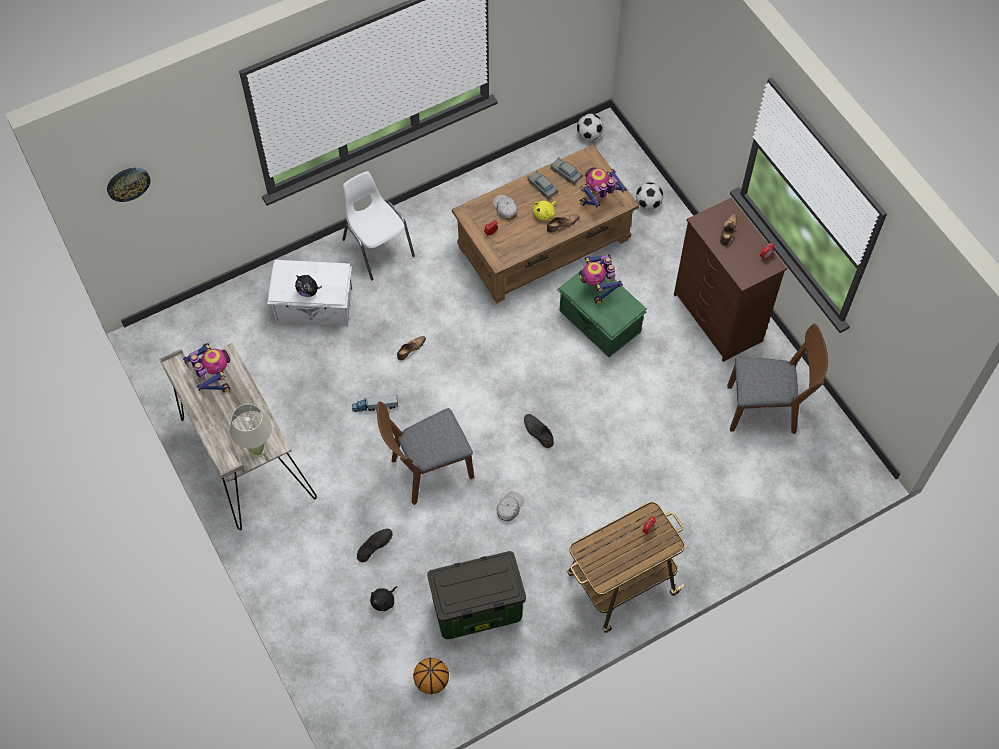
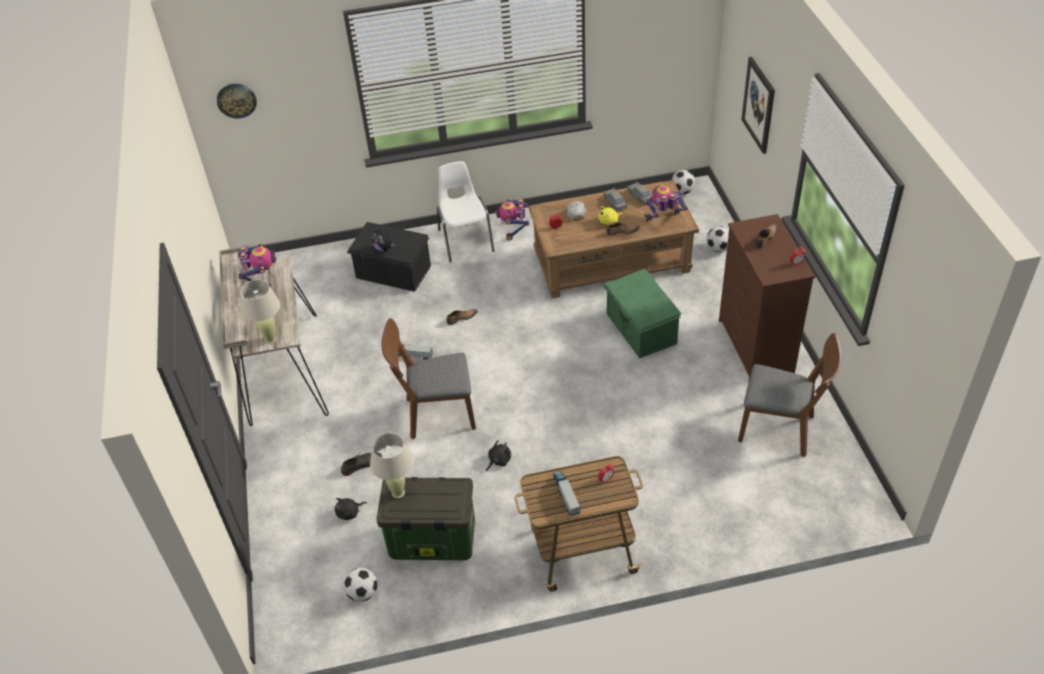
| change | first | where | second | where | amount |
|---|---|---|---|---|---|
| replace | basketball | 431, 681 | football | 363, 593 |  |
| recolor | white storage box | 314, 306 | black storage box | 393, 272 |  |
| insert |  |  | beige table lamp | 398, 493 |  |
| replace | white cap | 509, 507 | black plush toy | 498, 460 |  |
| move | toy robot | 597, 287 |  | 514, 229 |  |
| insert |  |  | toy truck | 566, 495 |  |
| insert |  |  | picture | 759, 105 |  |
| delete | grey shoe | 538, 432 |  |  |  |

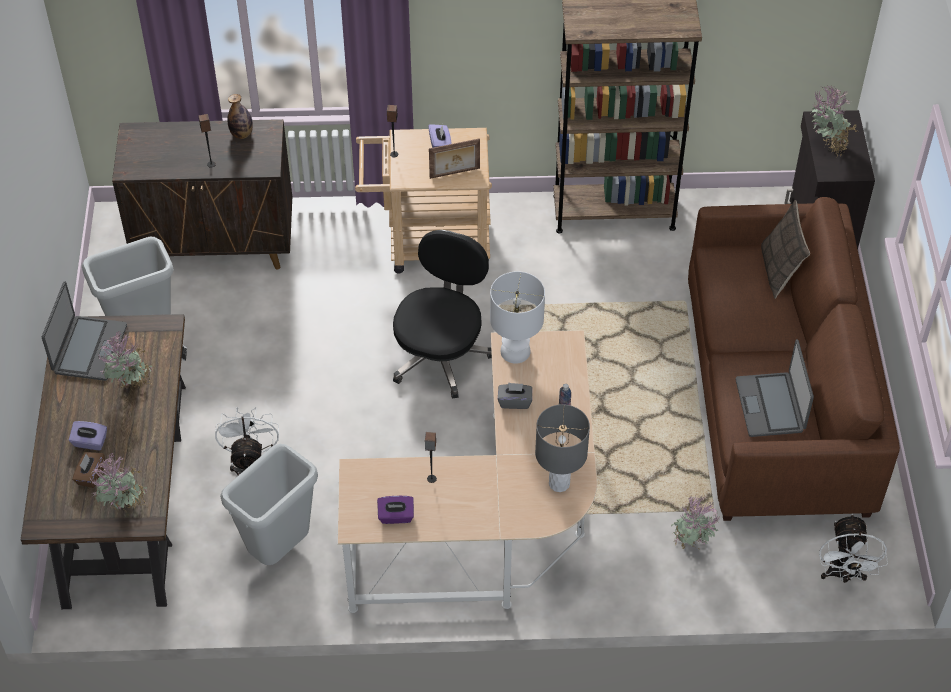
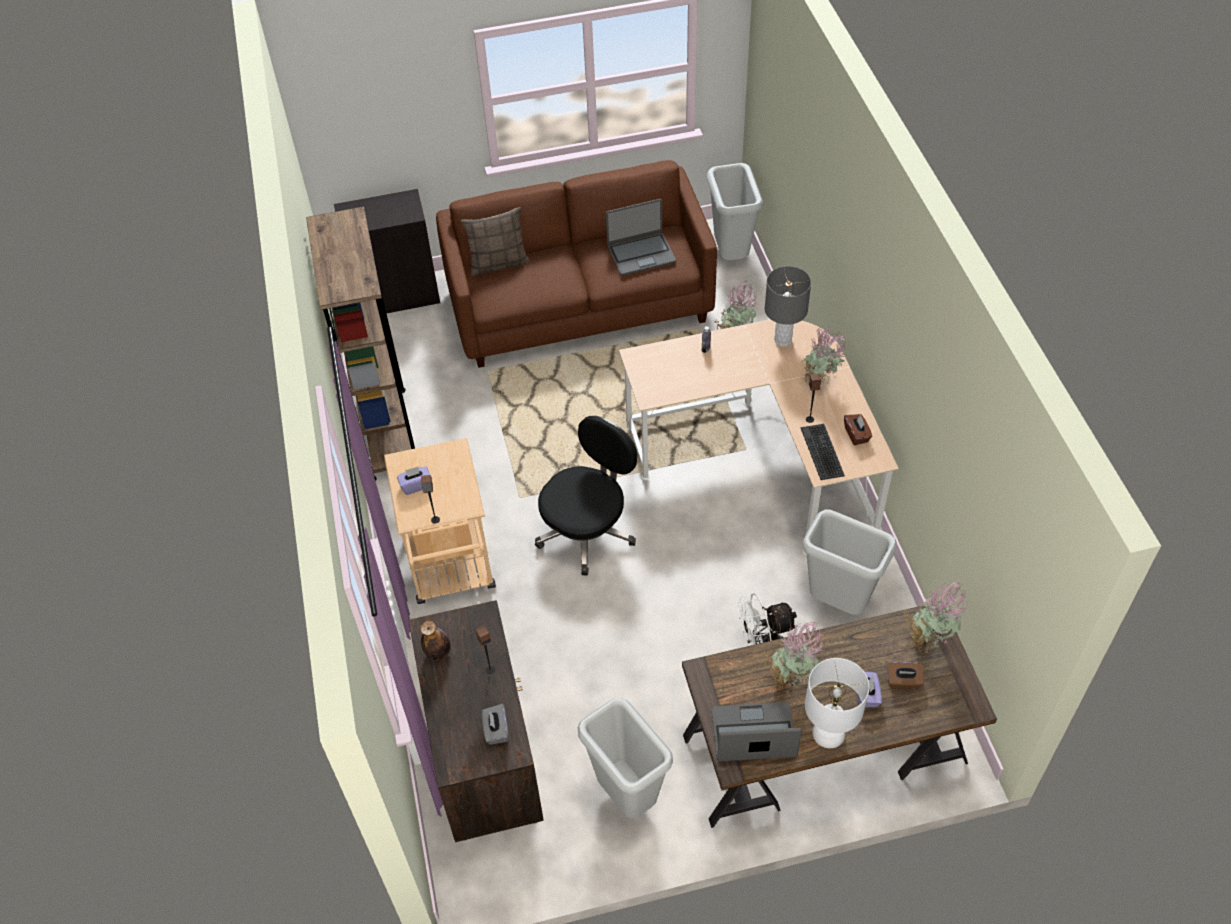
| change | first | where | second | where | amount |
|---|---|---|---|---|---|
| move | grey tissue box | 514, 401 |  | 496, 730 |  |
| rotate | black office chair | 440, 354 |  | 588, 530 | 120 degrees clockwise |
| replace | white fan | 843, 575 | grey trash can | 730, 255 |  |
| move | potted plant | 826, 148 |  | 820, 382 |  |
| insert |  |  | keyboard | 822, 452 |  |
| move | white table lamp | 516, 351 |  | 828, 732 |  |
| recolor | purple tissue box | 396, 516 | brown tissue box | 856, 435 |  |
| delete | picture frame | 455, 173 |  |  |  |

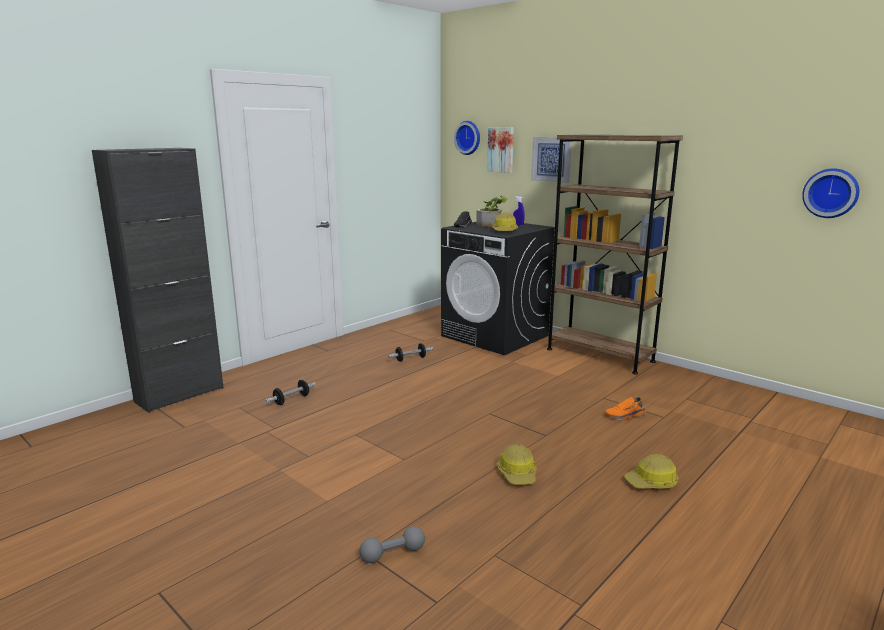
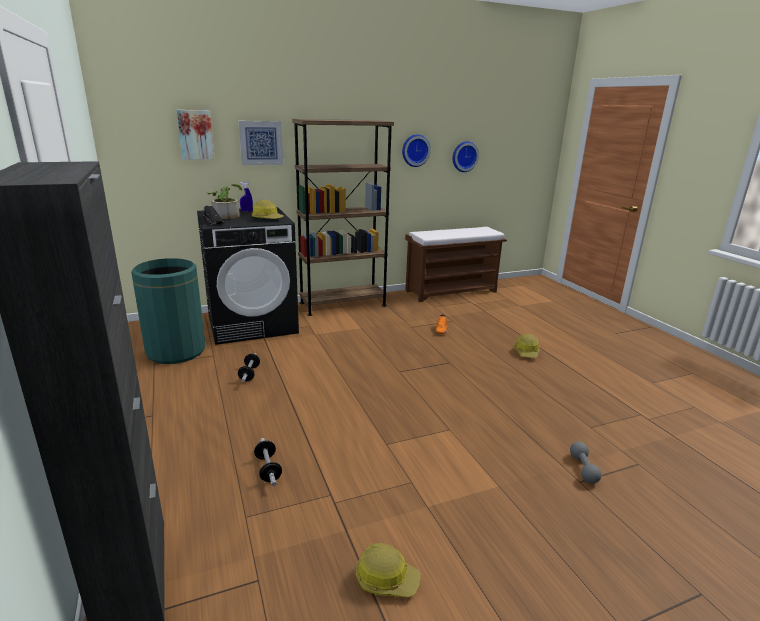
| change | first | where | second | where | amount |
|---|---|---|---|---|---|
| insert |  |  | green trash can | 176, 351 |  |
| move | hard hat | 518, 474 |  | 386, 578 |  |
| move | wall clock | 469, 137 |  | 415, 150 |  |
| insert |  |  | brown bench | 451, 291 |  |

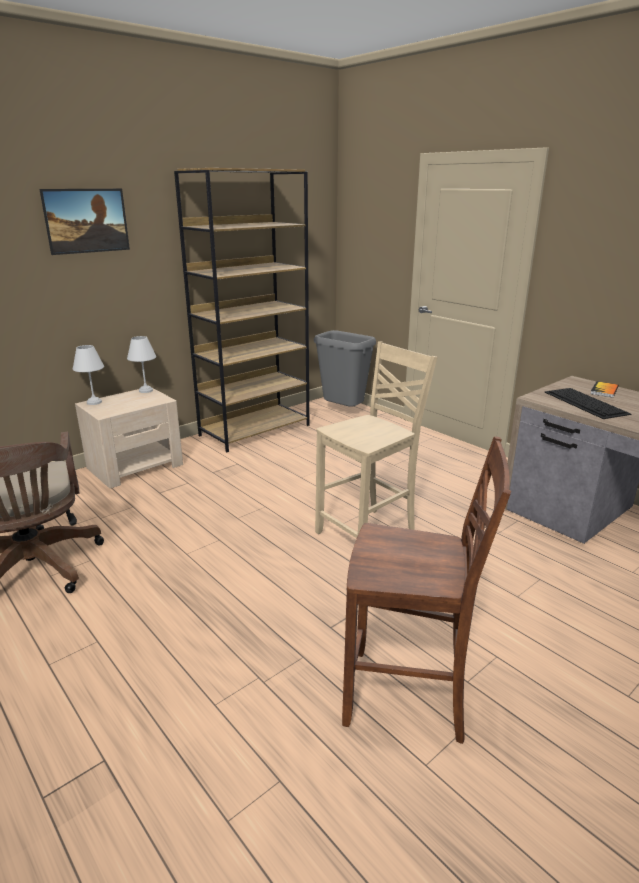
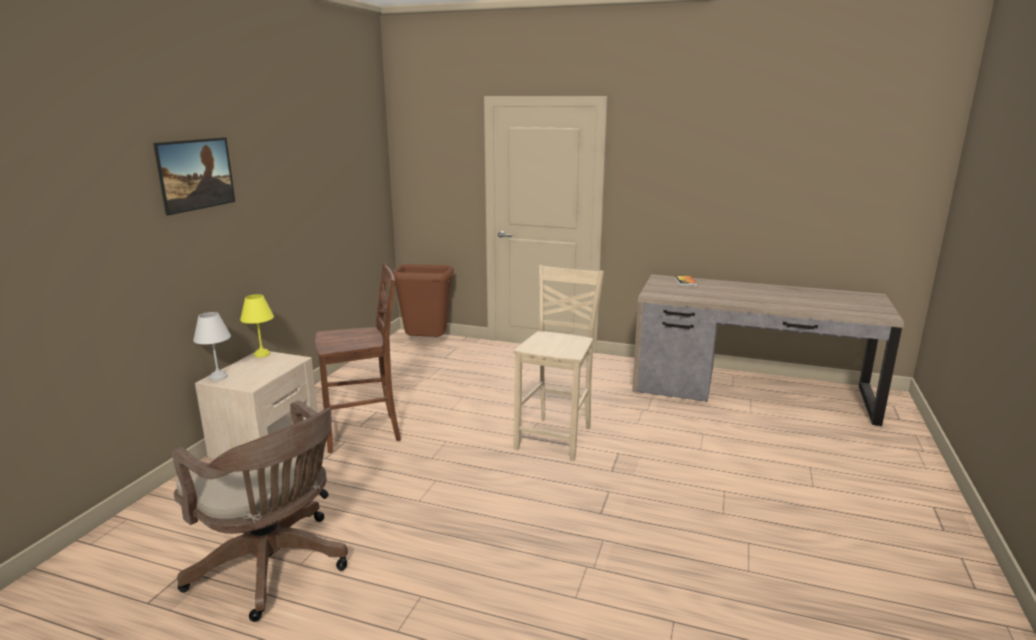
| change | first | where | second | where | amount |
|---|---|---|---|---|---|
| recolor | white table lamp | 146, 390 | yellow table lamp | 262, 354 |  |
| move | brown chair | 408, 698 |  | 364, 433 |  |
| recolor | grey trash can | 344, 411 | brown trash can | 427, 343 |  |
| delete | brown bookcase | 255, 430 |  |  |  |
| delete | keyboard | 586, 403 |  |  |  |

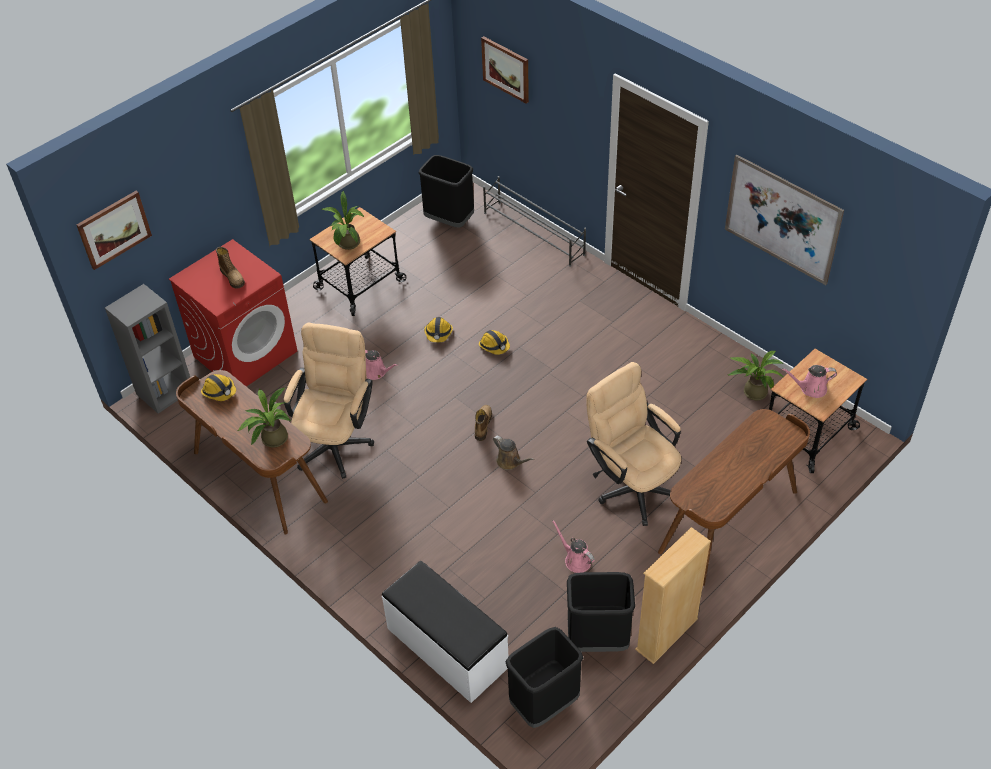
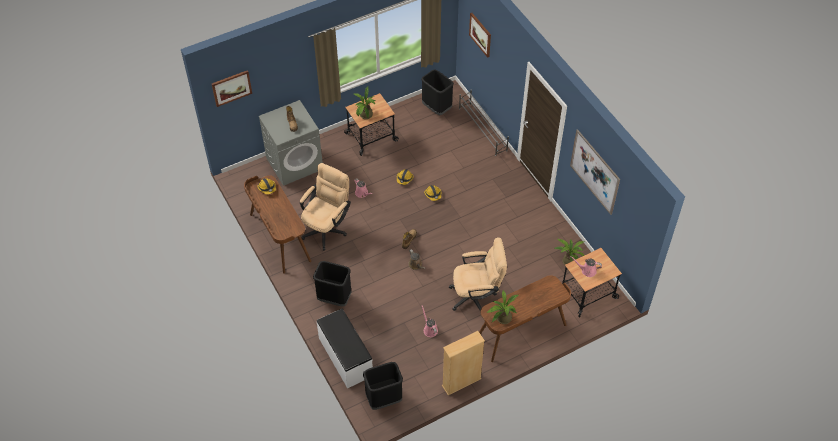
| change | first | where | second | where | amount |
|---|---|---|---|---|---|
| recolor | red washing machine | 245, 353 | grey washing machine | 294, 163 |  |
| move | black trash can | 598, 639 |  | 334, 298 |  |
| rotate | beige office chair | 632, 484 |  | 477, 296 | 105 degrees clockwise |
| move | potted plant | 271, 439 |  | 502, 318 |  |
| delete | grey bookcase | 165, 391 |  |  |  |

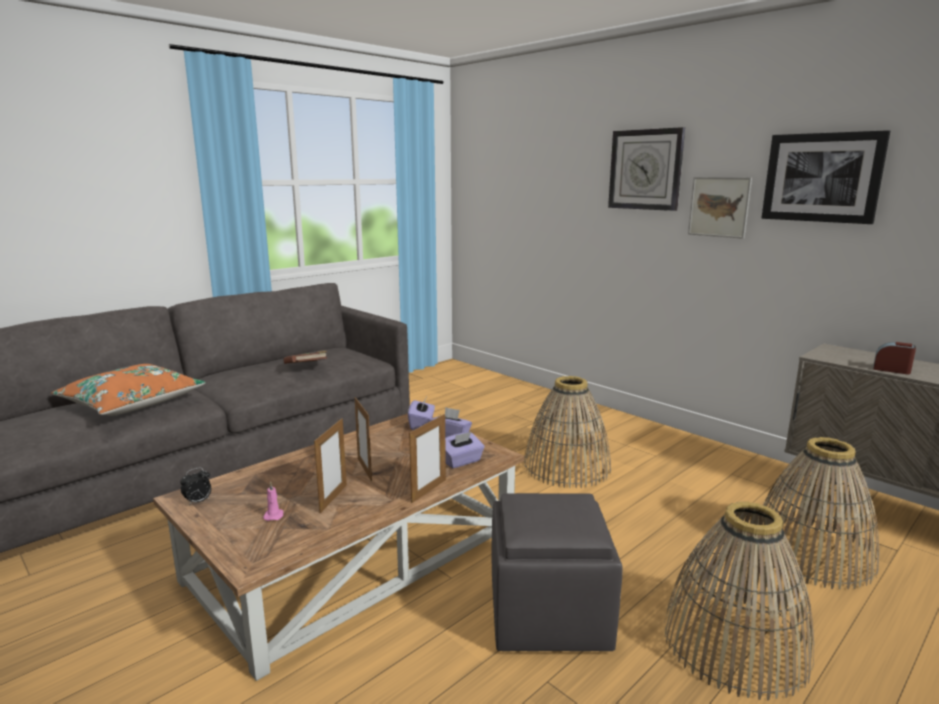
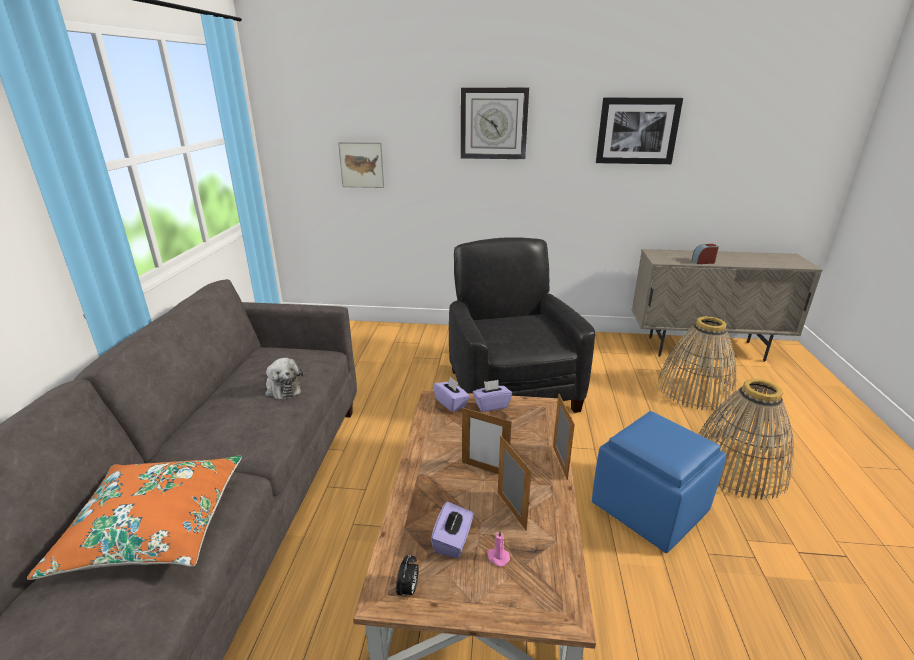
| change | first | where | second | where | amount |
|---|---|---|---|---|---|
| replace | brown book | 307, 368 | plush toy | 282, 388 |  |
| move | picture | 719, 207 |  | 362, 165 |  |
| move | purple tissue box | 461, 461 |  | 453, 541 |  |
| replace | basket | 567, 467 | black armchair | 511, 388 |  |
| recolor | grey ottoman | 550, 615 | blue ottoman | 651, 508 |  |

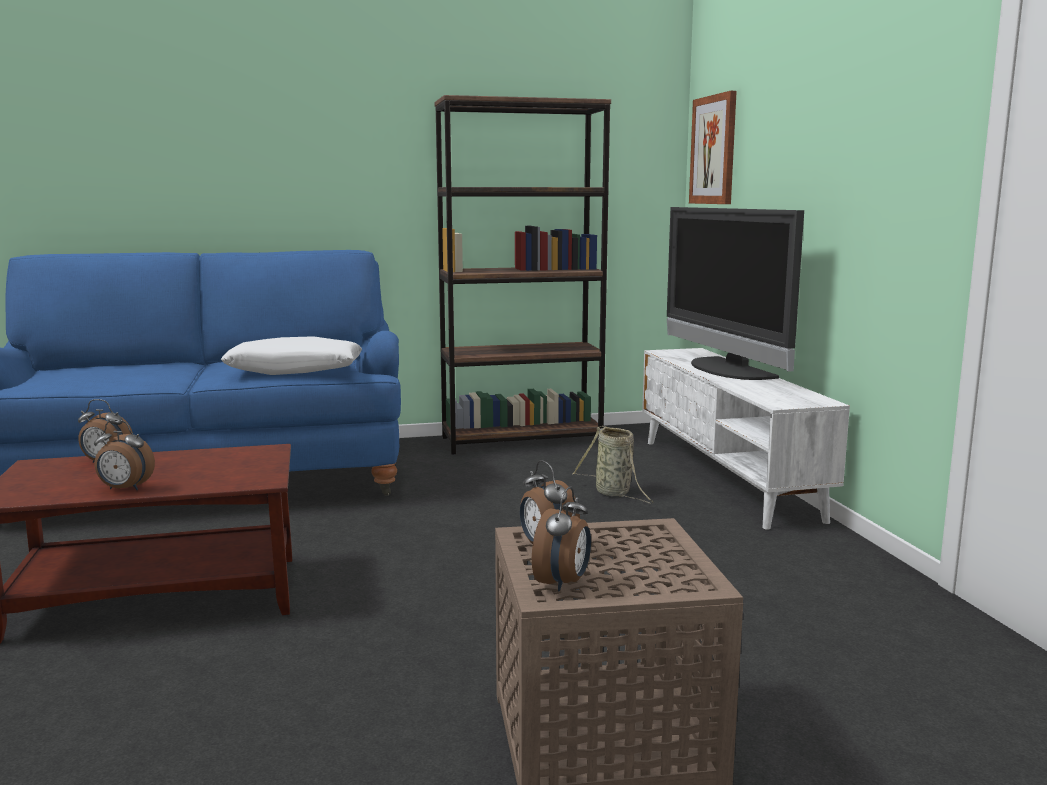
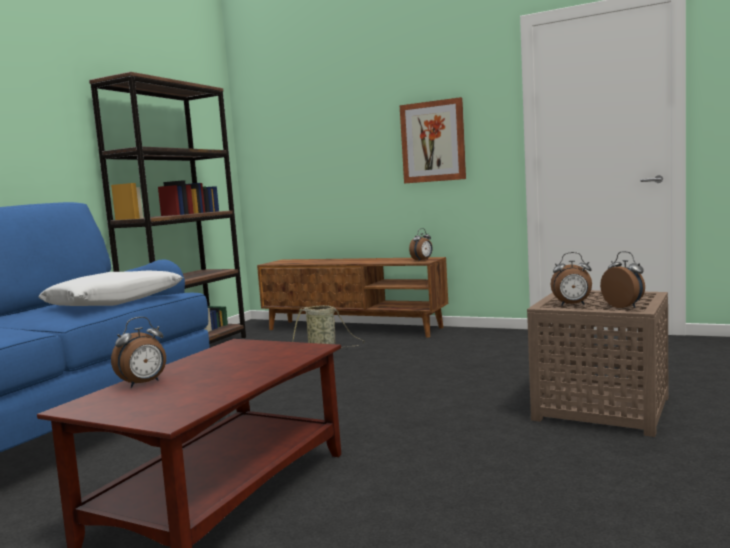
| change | first | where | second | where | amount |
|---|---|---|---|---|---|
| recolor | white tv stand | 727, 478 | brown tv stand | 354, 328 |  |
| move | picture | 714, 150 |  | 433, 141 |  |
| move | alarm clock | 124, 489 |  | 422, 260 |  |
| delete | television | 726, 369 |  |  |  |

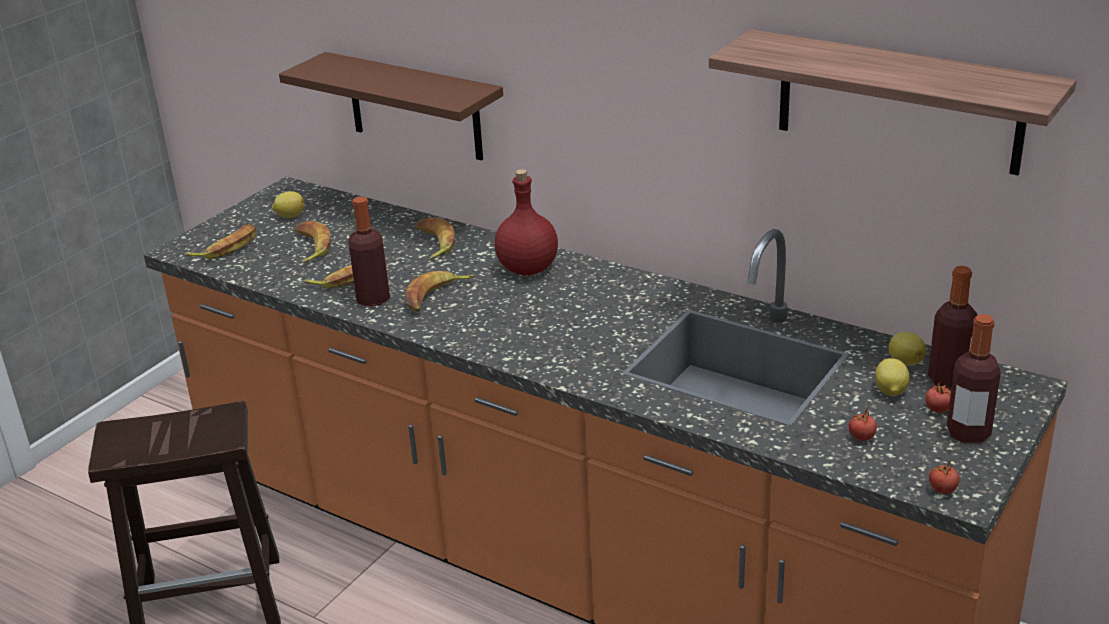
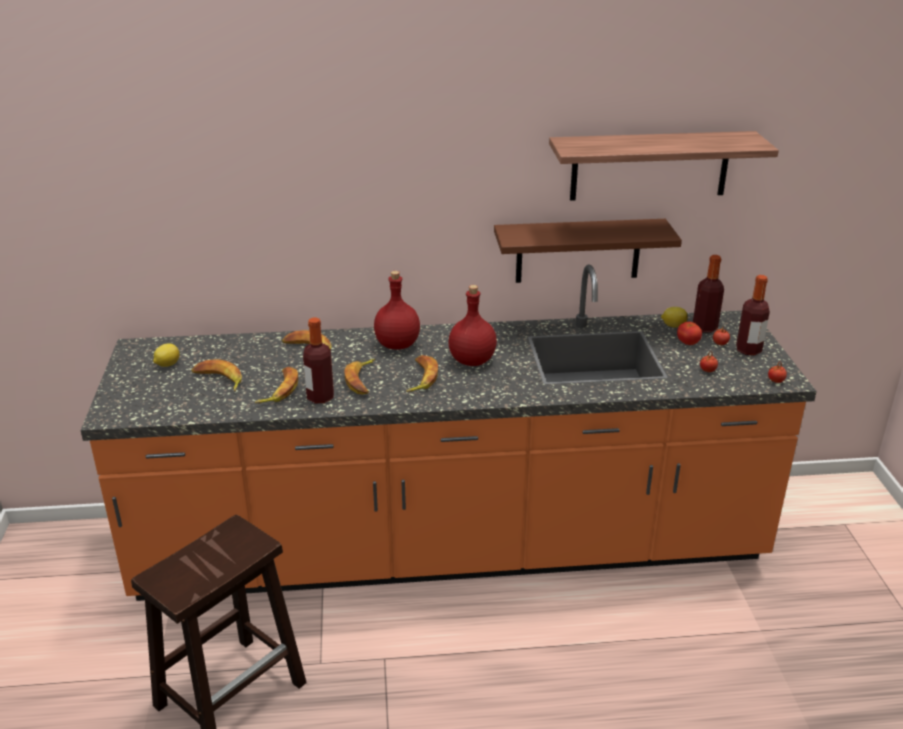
| change | first | where | second | where | amount |
|---|---|---|---|---|---|
| move | banana | 226, 248 |  | 420, 378 |  |
| insert |  |  | red bottle | 473, 360 |  |
| move | brown shelf | 414, 106 |  | 578, 250 |  |
| replace | lemon | 890, 392 | tomato | 688, 343 |  |

